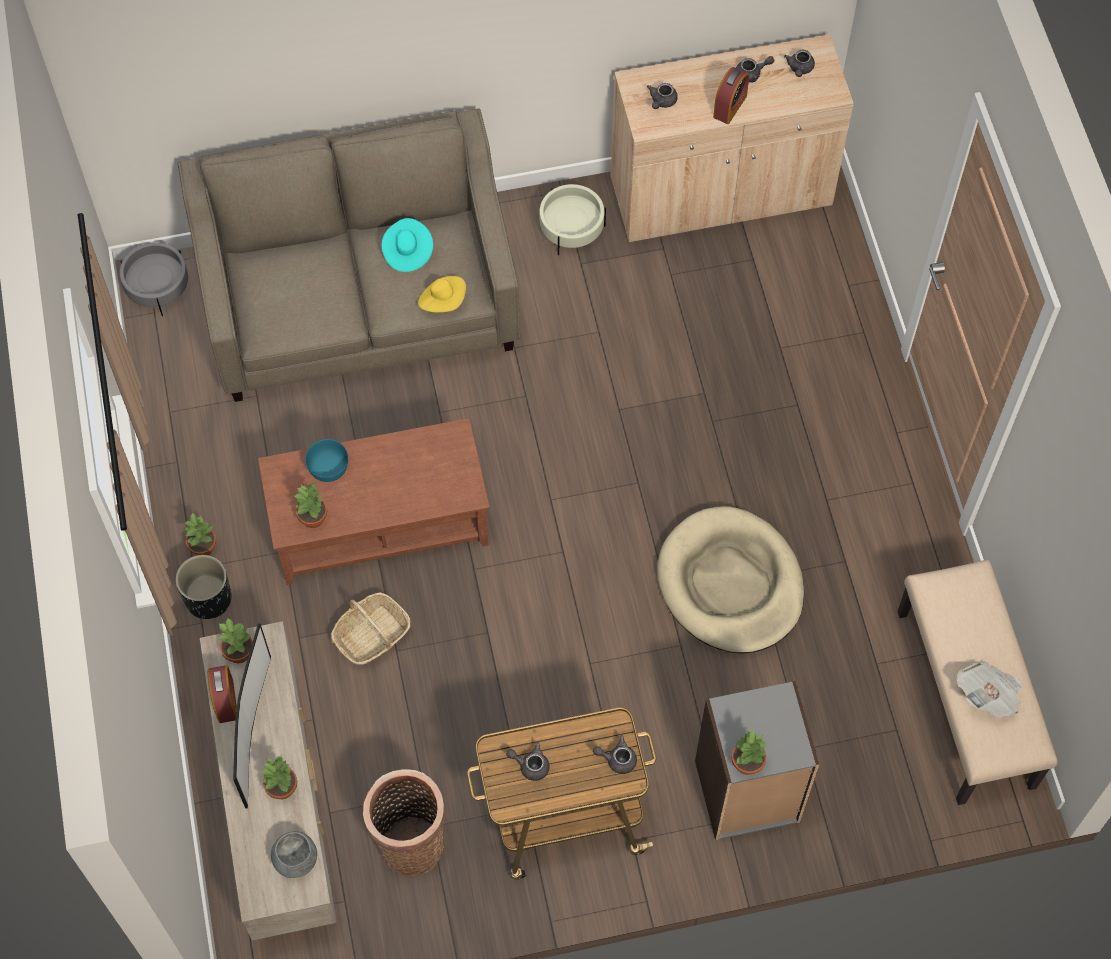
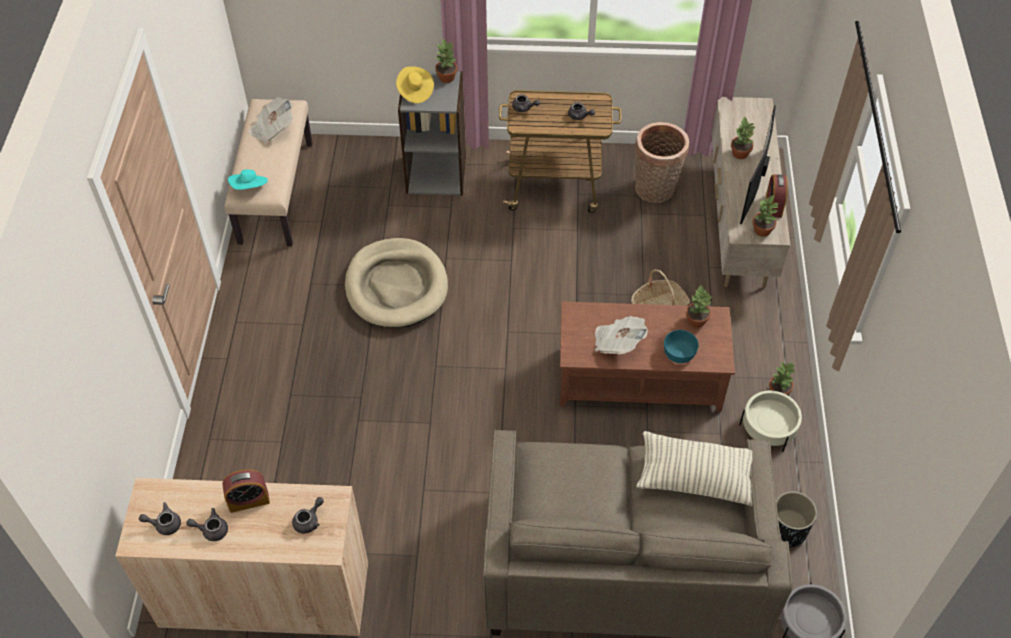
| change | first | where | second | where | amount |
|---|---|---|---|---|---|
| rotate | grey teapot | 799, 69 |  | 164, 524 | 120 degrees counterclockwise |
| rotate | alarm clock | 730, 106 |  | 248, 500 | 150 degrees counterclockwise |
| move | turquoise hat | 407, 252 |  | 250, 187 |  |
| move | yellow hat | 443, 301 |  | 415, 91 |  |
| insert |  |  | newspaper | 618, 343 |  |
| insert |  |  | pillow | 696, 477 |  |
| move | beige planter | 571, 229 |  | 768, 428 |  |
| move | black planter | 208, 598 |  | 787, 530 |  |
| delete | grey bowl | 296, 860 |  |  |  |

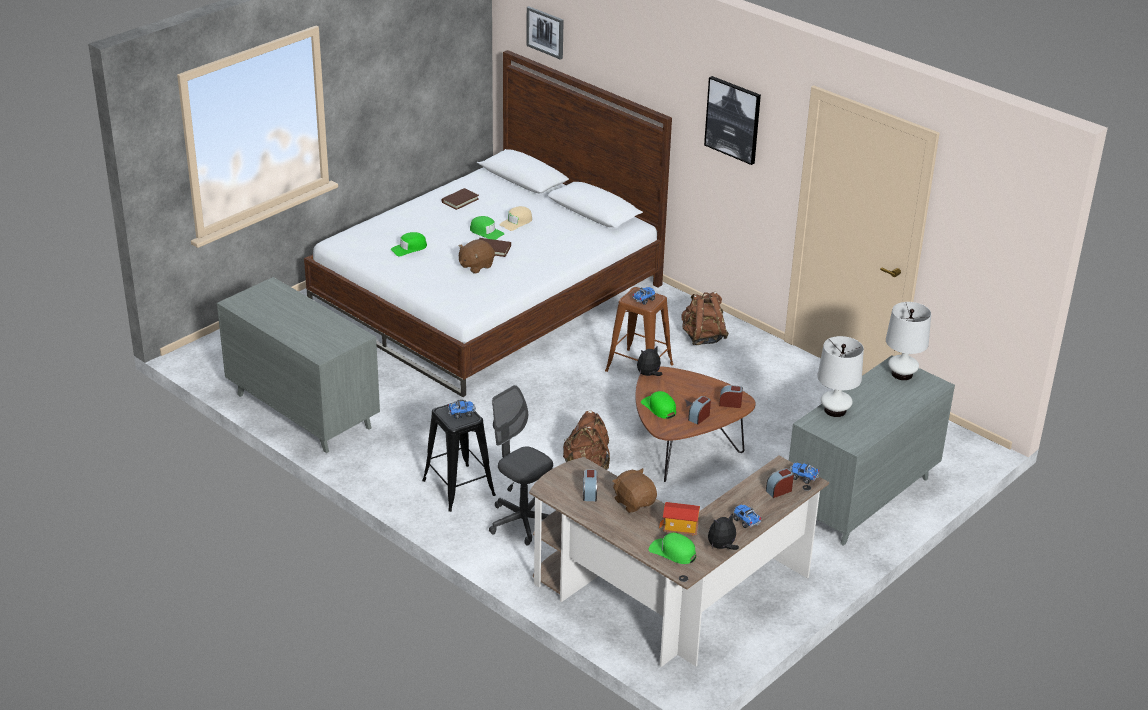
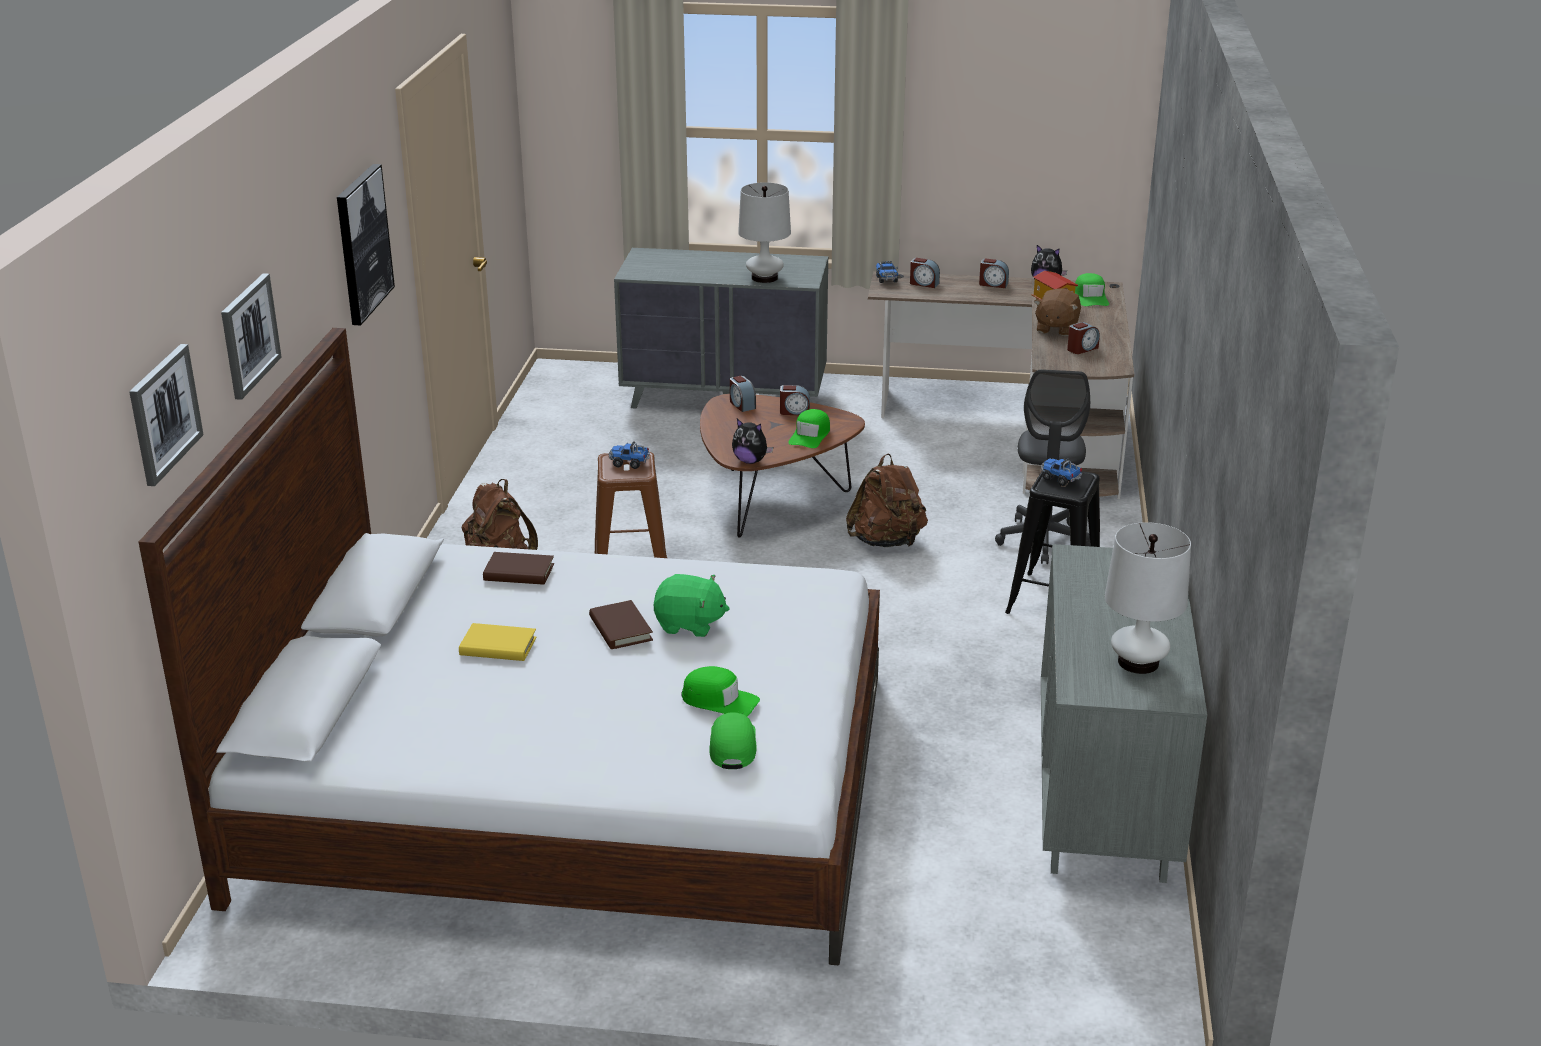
| change | first | where | second | where | amount |
|---|---|---|---|---|---|
| insert |  |  | picture | 248, 335 |  |
| replace | beige cap | 516, 222 | yellow book | 498, 647 |  |
| move | brown book | 460, 201 |  | 519, 572 |  |
| recolor | brown plush toy | 475, 266 | green plush toy | 689, 624 |  |
| move | green cap | 486, 232 |  | 732, 745 |  |
| replace | toy truck | 746, 521 | alarm clock | 993, 284 |  |
| move | white table lamp | 902, 374 |  | 1138, 662 |  |

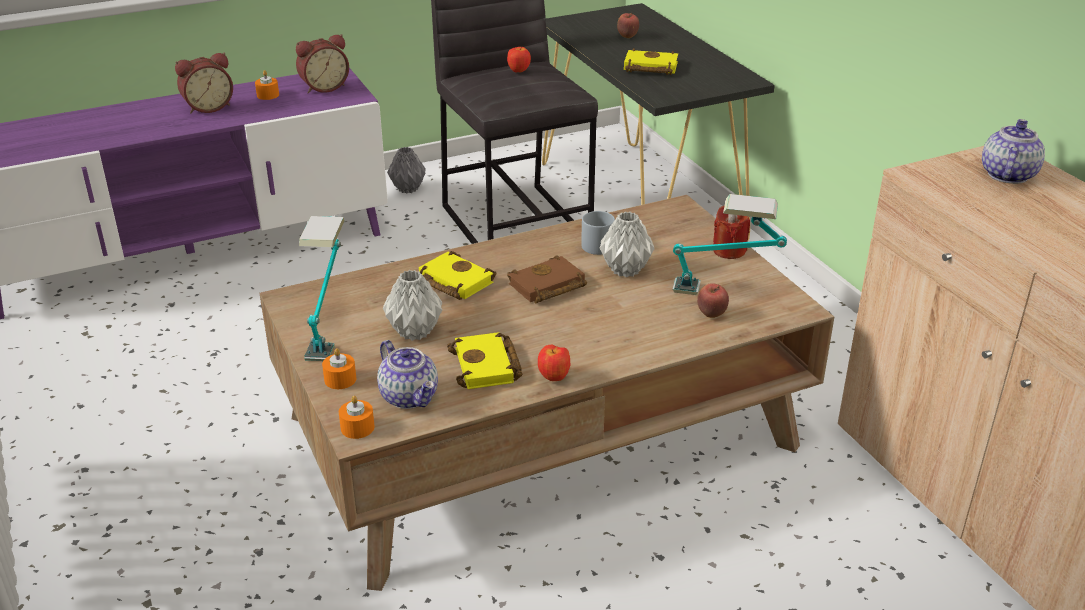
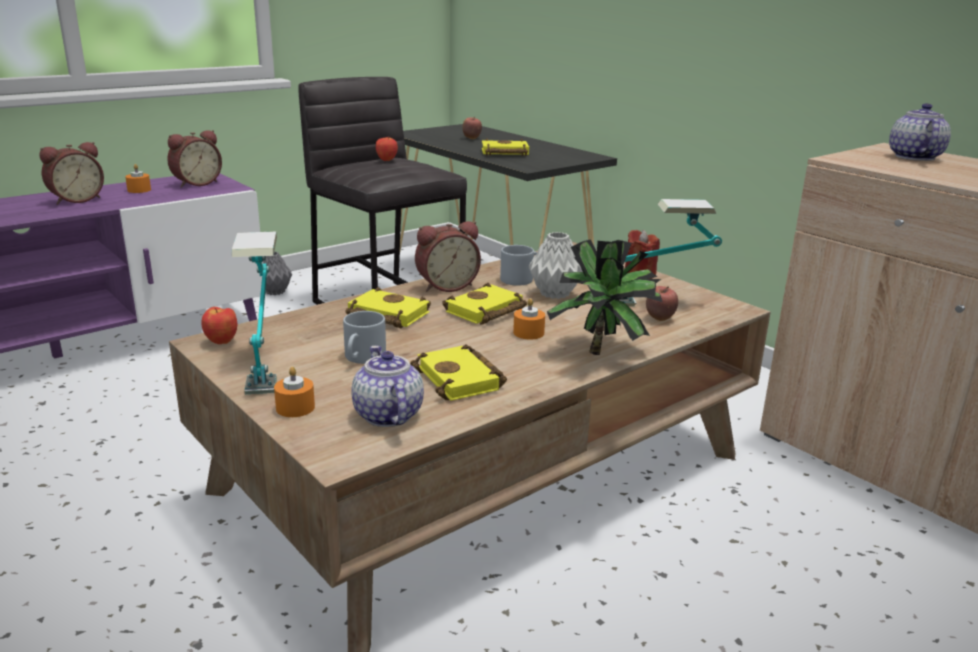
| change | first | where | second | where | amount |
|---|---|---|---|---|---|
| move | apple | 554, 378 |  | 222, 342 |  |
| replace | grey vase | 413, 332 | grey mug | 363, 358 |  |
| rotate | teapot | 410, 396 |  | 387, 415 | 150 degrees counterclockwise |
| insert |  |  | alarm clock | 446, 286 |  |
| recolor | brown book | 546, 287 | yellow book | 485, 311 |  |
| move | orange candle | 357, 427 |  | 528, 333 |  |
| insert |  |  | potted plant | 603, 353 |  |

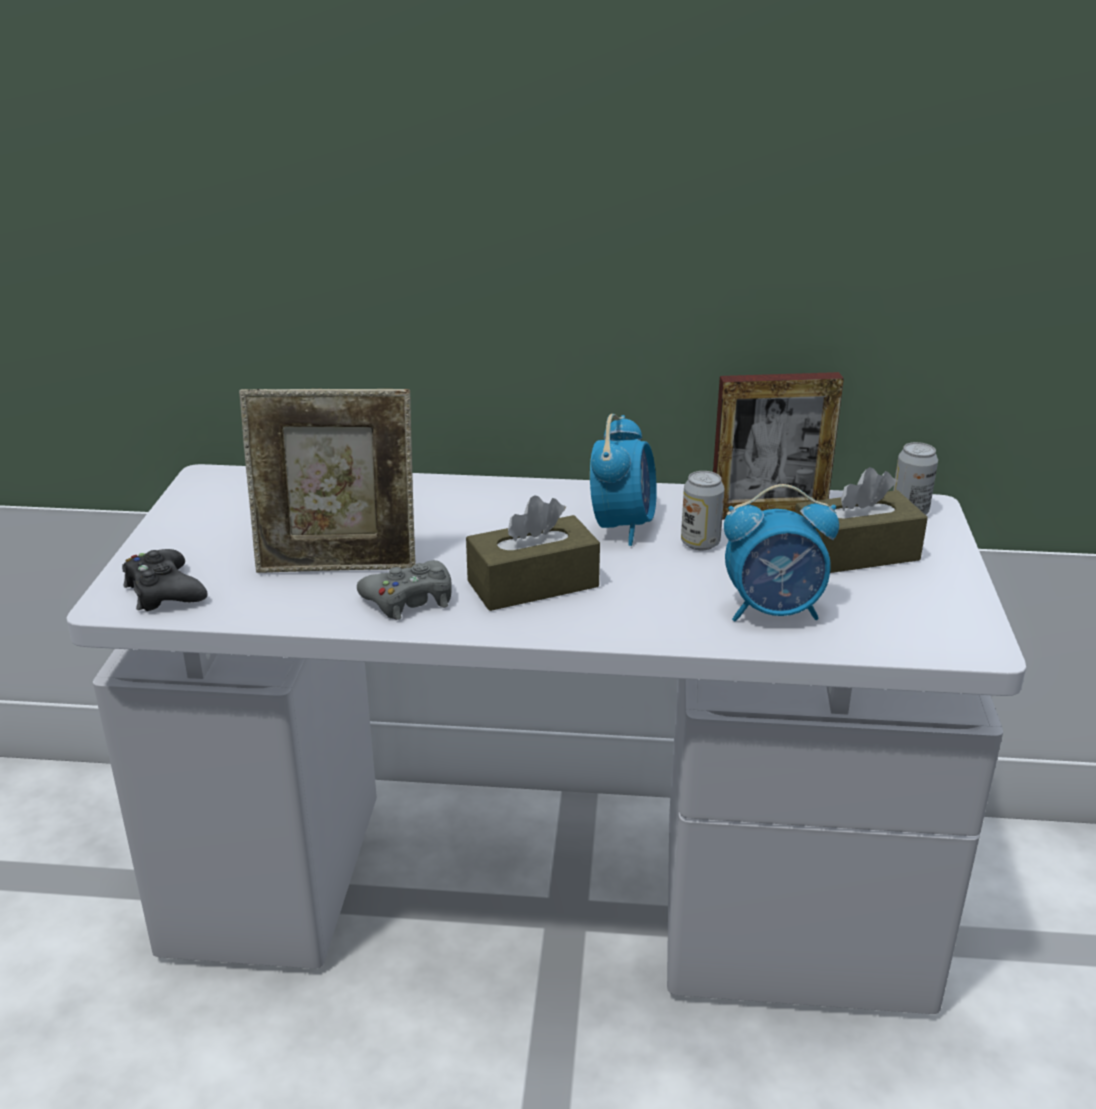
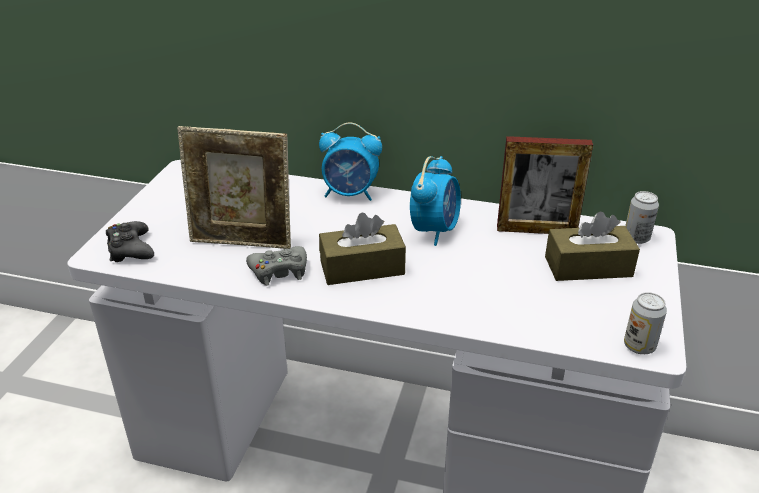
| change | first | where | second | where | amount |
|---|---|---|---|---|---|
| move | alarm clock | 774, 611 |  | 350, 194 |  |
| move | can | 700, 543 |  | 639, 346 |  |

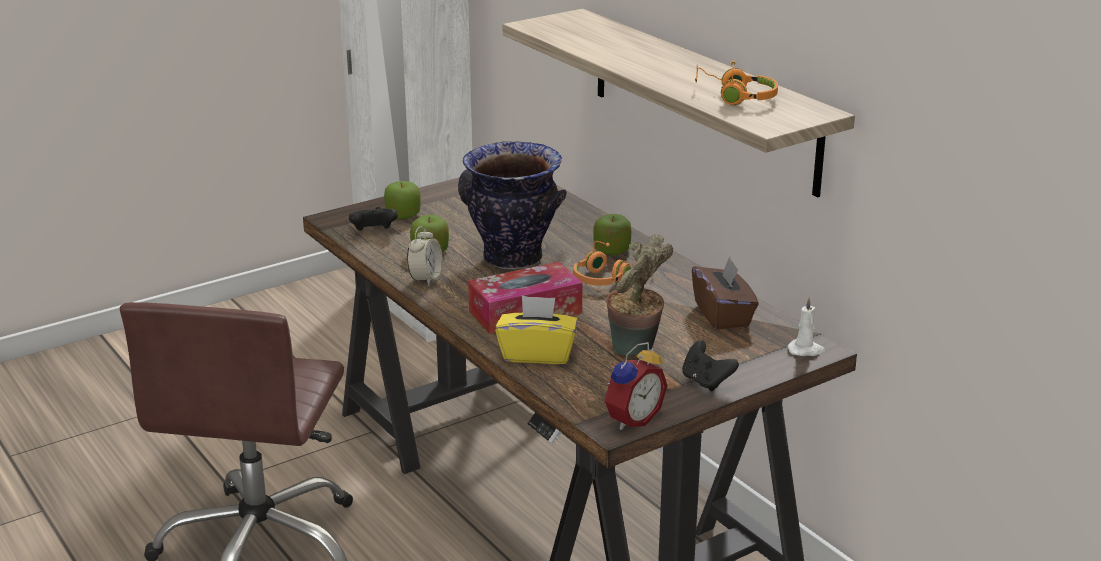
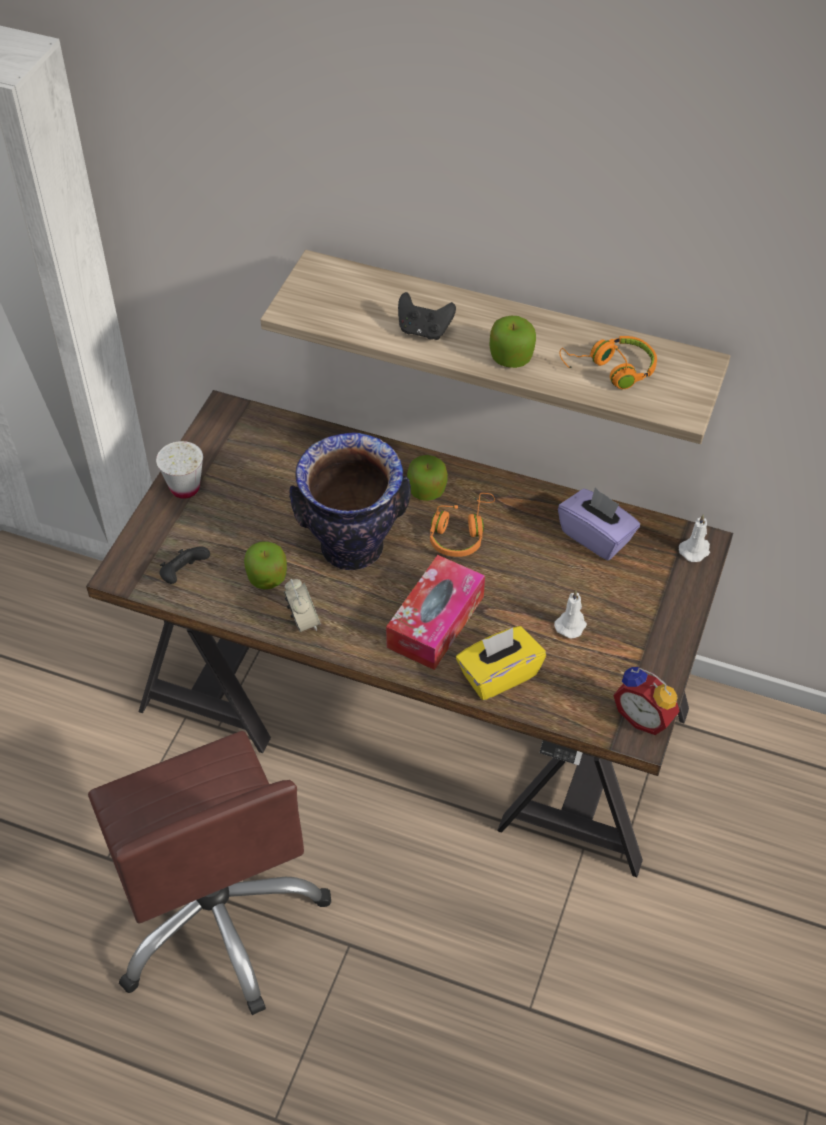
| change | first | where | second | where | amount |
|---|---|---|---|---|---|
| insert |  |  | white cup | 185, 488 |  |
| move | black game controller | 706, 382 |  | 424, 330 |  |
| move | apple | 403, 215 |  | 511, 357 |  |
| replace | potted plant | 636, 351 | white candle | 571, 624 |  |
| recolor | brown tissue box | 723, 315 | purple tissue box | 596, 536 |  |
| rotate | alarm clock | 631, 419 |  | 645, 717 | 120 degrees clockwise |

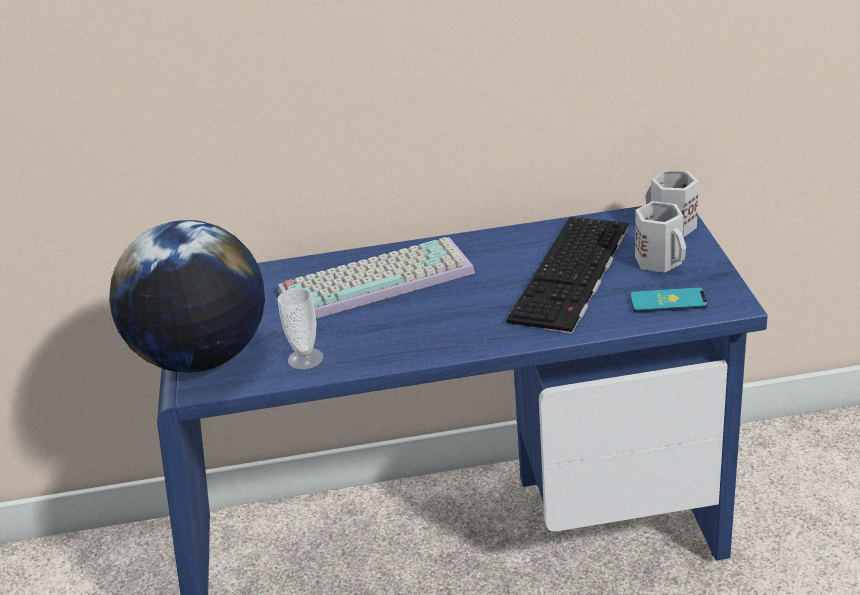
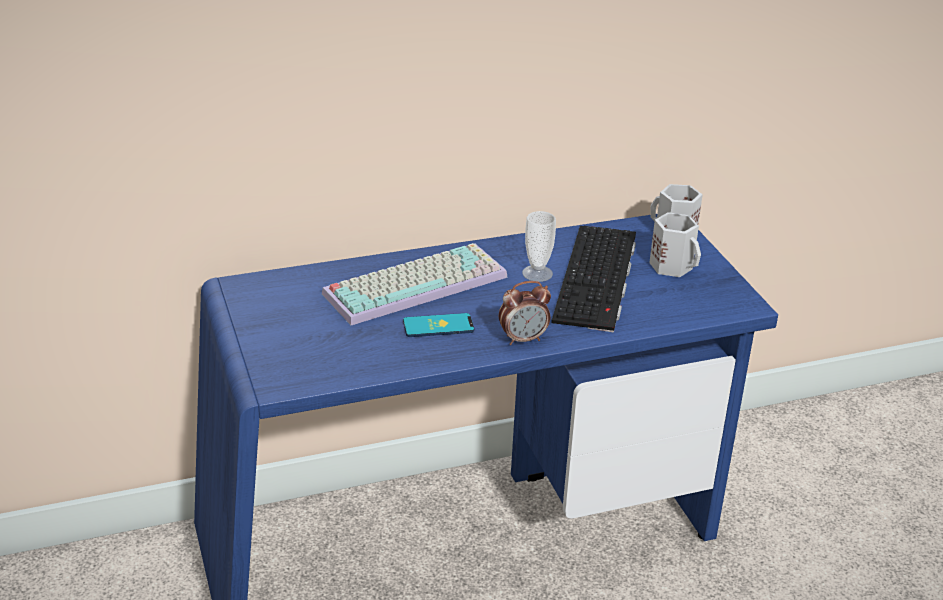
| change | first | where | second | where | amount |
|---|---|---|---|---|---|
| move | phone | 668, 301 |  | 438, 326 |  |
| insert |  |  | alarm clock | 523, 339 |  |
| move | cup | 305, 359 |  | 537, 273 |  |
| delete | globe | 202, 357 |  |  |  |

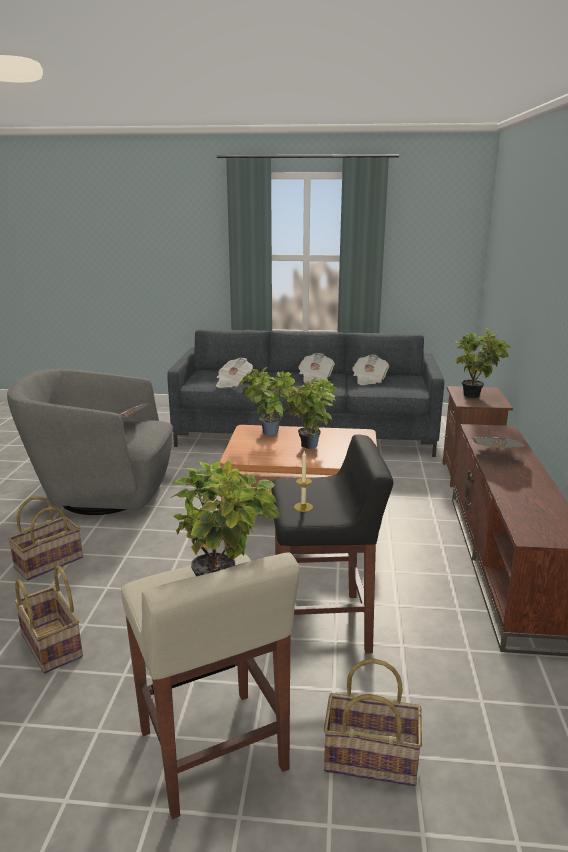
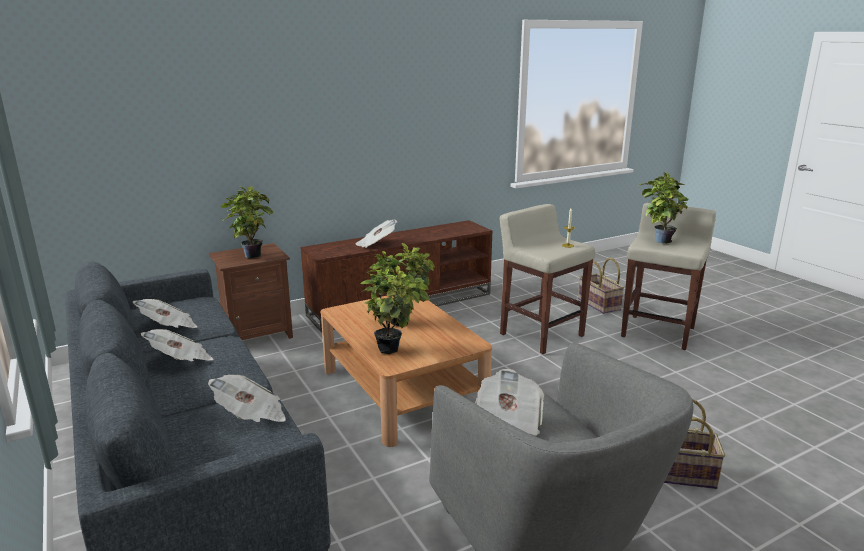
| change | first | where | second | where | amount |
|---|---|---|---|---|---|
| recolor | black stool | 323, 624 | beige stool | 540, 334 |  |
| delete | basket | 53, 645 |  |  |  |

